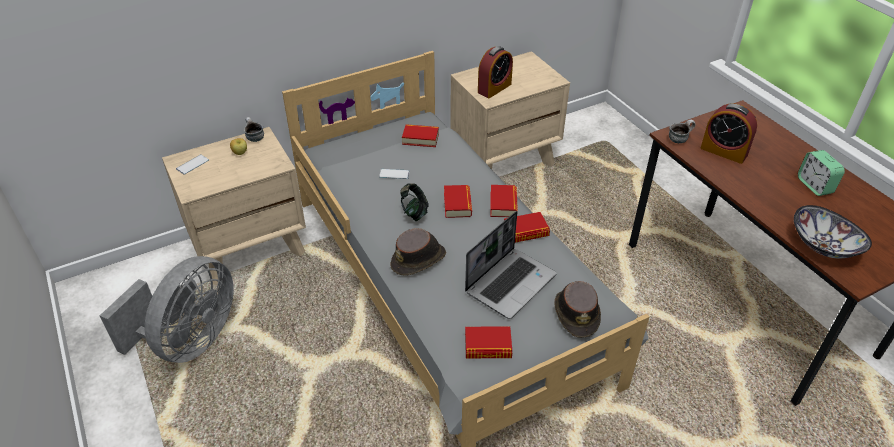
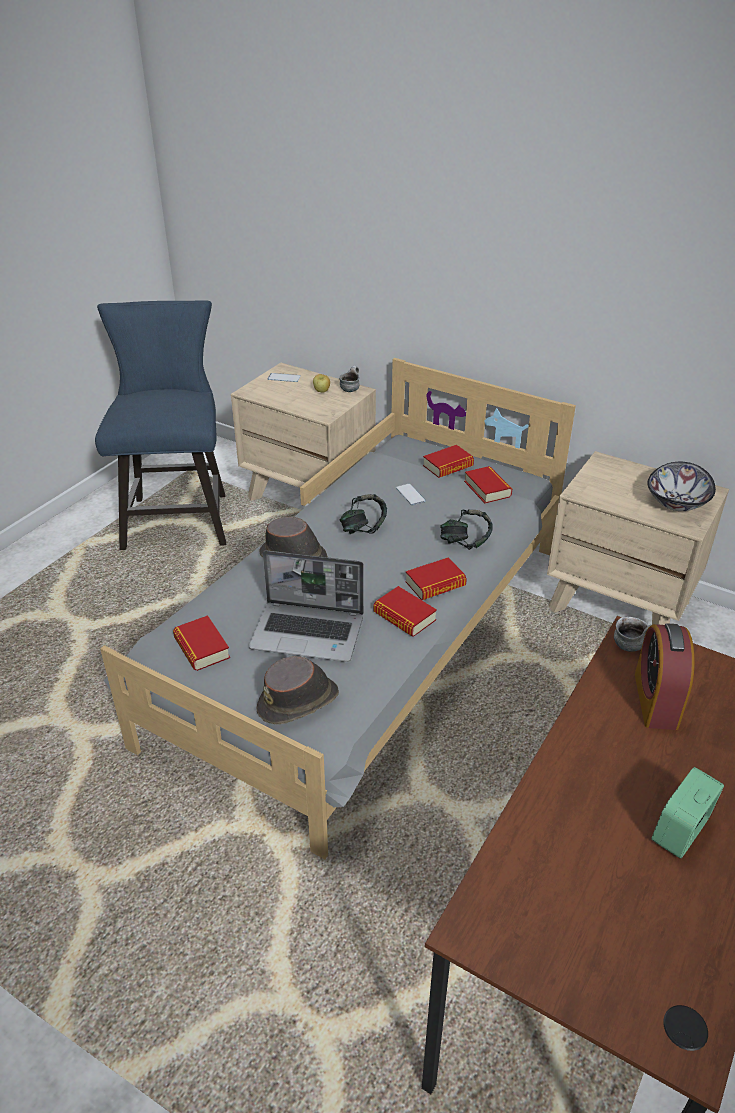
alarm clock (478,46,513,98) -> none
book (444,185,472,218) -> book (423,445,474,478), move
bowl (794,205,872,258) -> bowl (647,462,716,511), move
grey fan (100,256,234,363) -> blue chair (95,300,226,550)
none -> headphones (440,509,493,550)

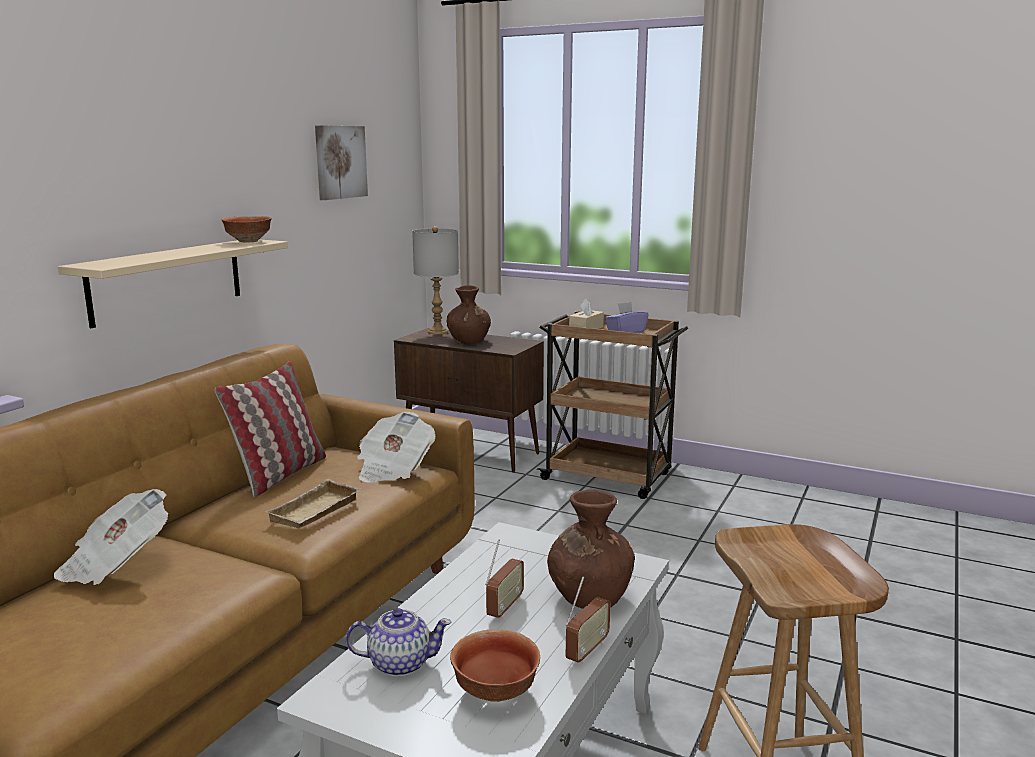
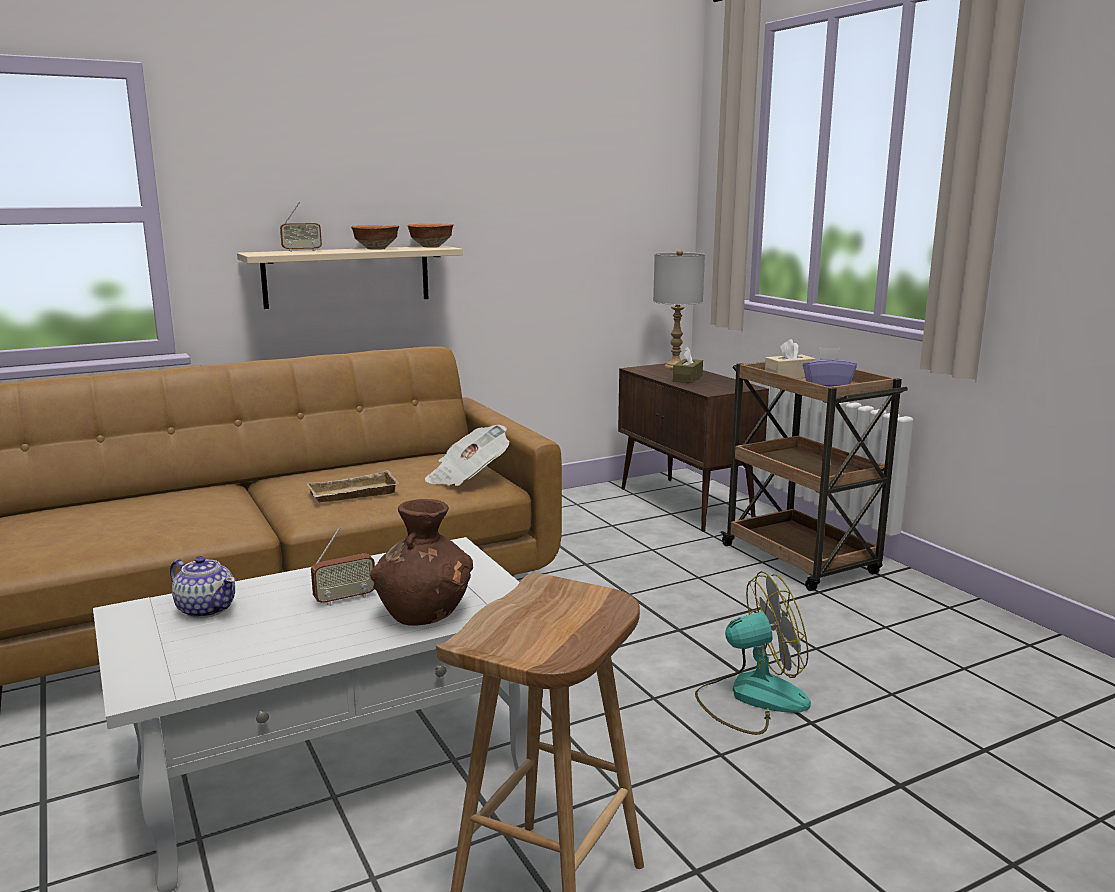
picture (315,125,368,200) -> none
brown vase (446,285,491,344) -> brown tissue box (673,347,703,383)
pillow (215,362,326,497) -> none
newspaper (54,489,168,585) -> none
radio (565,576,611,663) -> radio (280,202,322,252), move
bowl (450,629,540,702) -> bowl (351,225,399,250), move
none -> fan (695,571,811,735)

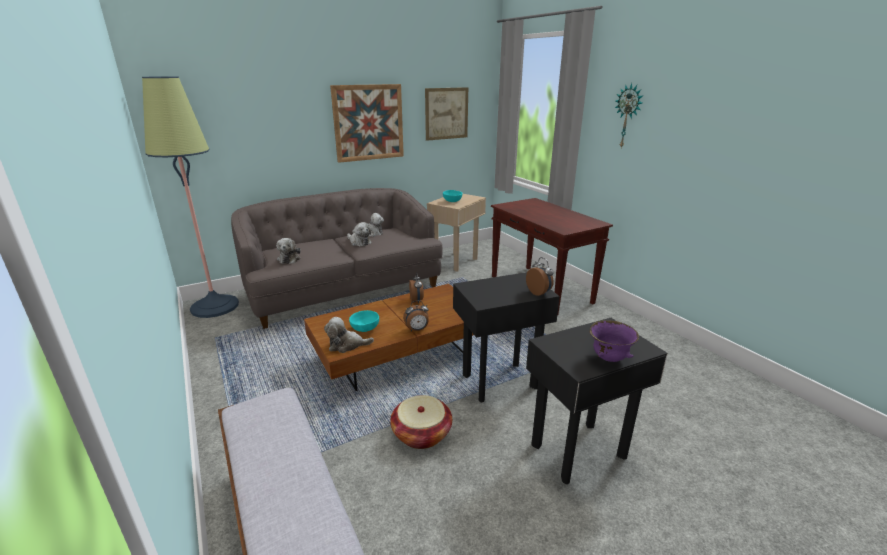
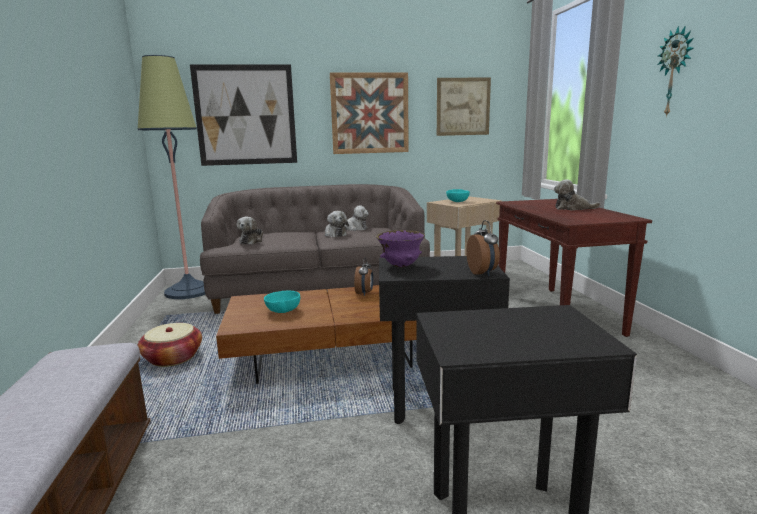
alarm clock (403,300,429,331) -> none
plush toy (324,317,374,353) -> plush toy (554,179,601,210), move
purple bowl (589,320,639,362) -> purple bowl (376,230,425,267), move
basket (390,395,452,449) -> basket (138,323,202,367), move
none -> picture (190,64,297,166)

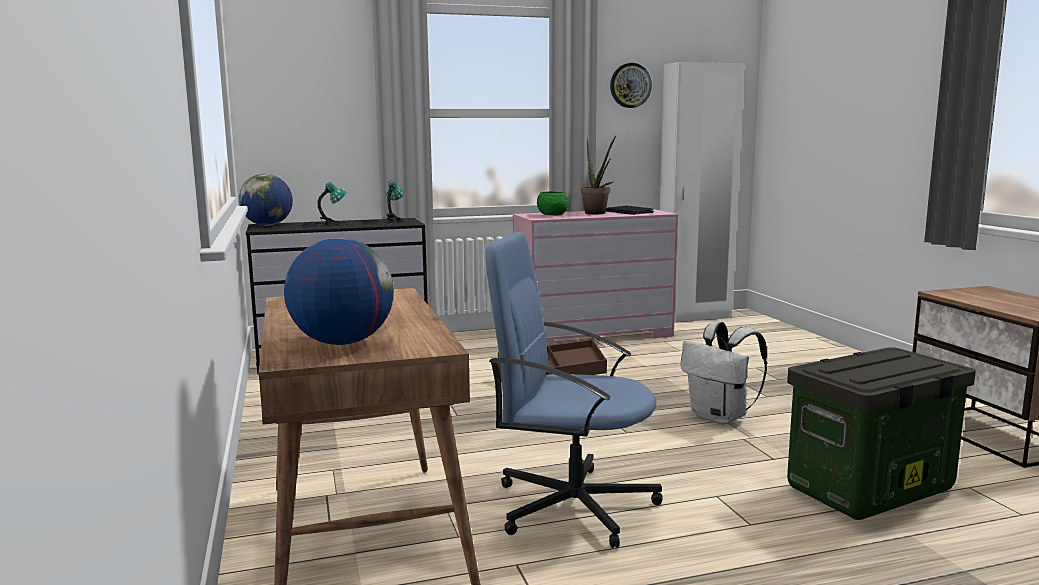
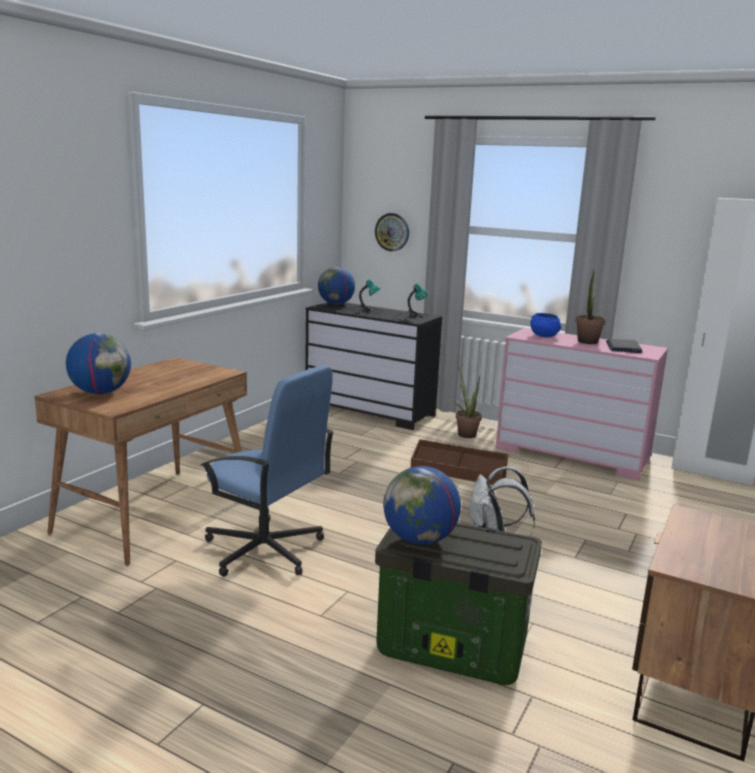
wall clock (610,63,652,108) -> wall clock (375,213,409,251), move
green bowl (537,191,568,215) -> blue bowl (530,313,561,337)
blue office chair (485,232,663,548) -> blue office chair (201,365,335,577), 150 degrees clockwise
none -> potted plant (455,363,482,438)
none -> globe (383,466,461,545)

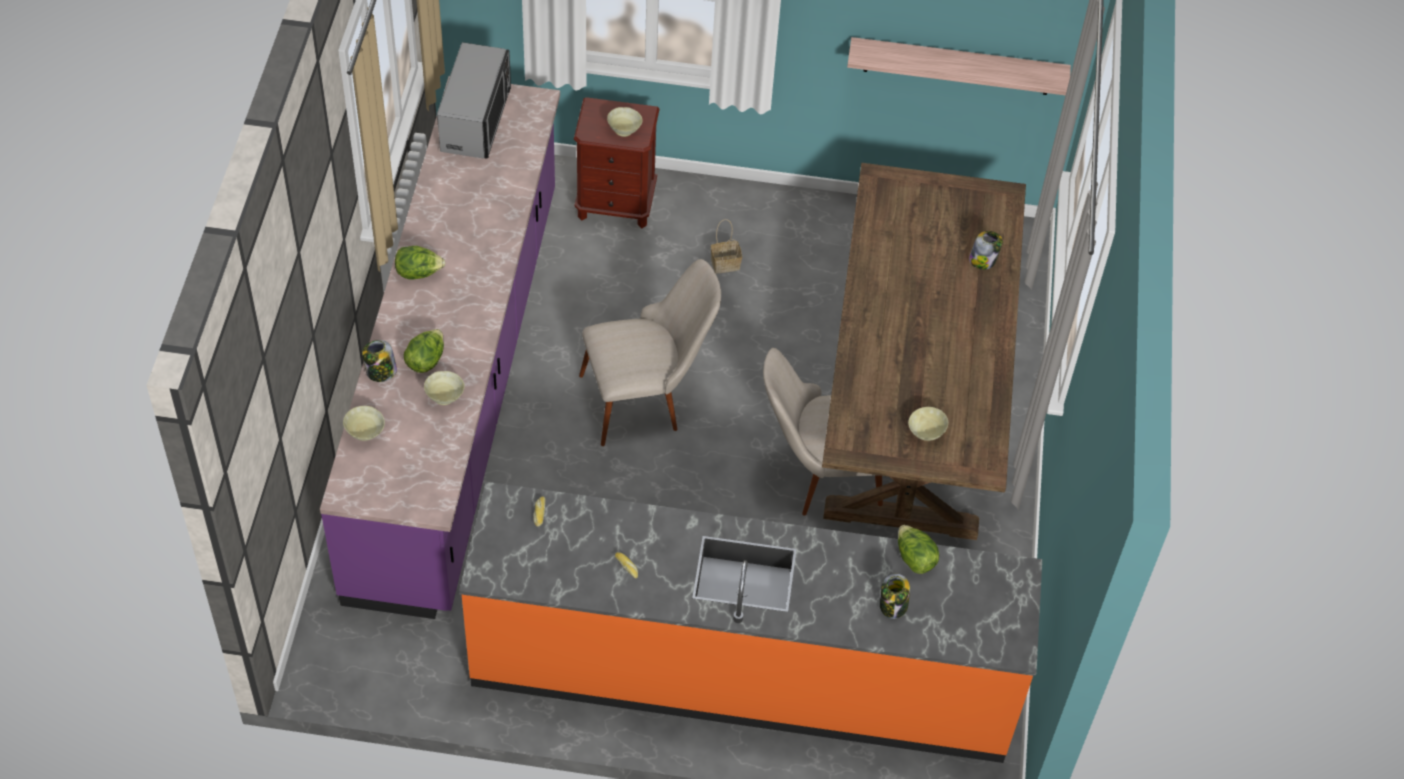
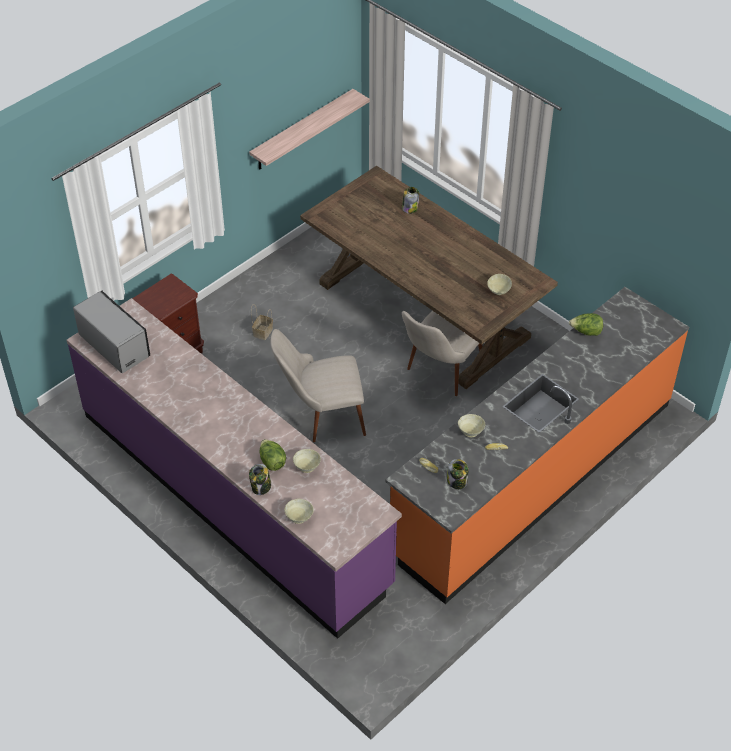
beige bowl (607,107,643,137) -> beige bowl (458,414,485,437), move
lettuce (395,246,445,280) -> none
beige chair (579,259,721,446) -> beige chair (271,329,366,442), 120 degrees counterclockwise
jar (880,574,910,619) -> jar (447,459,468,489), move

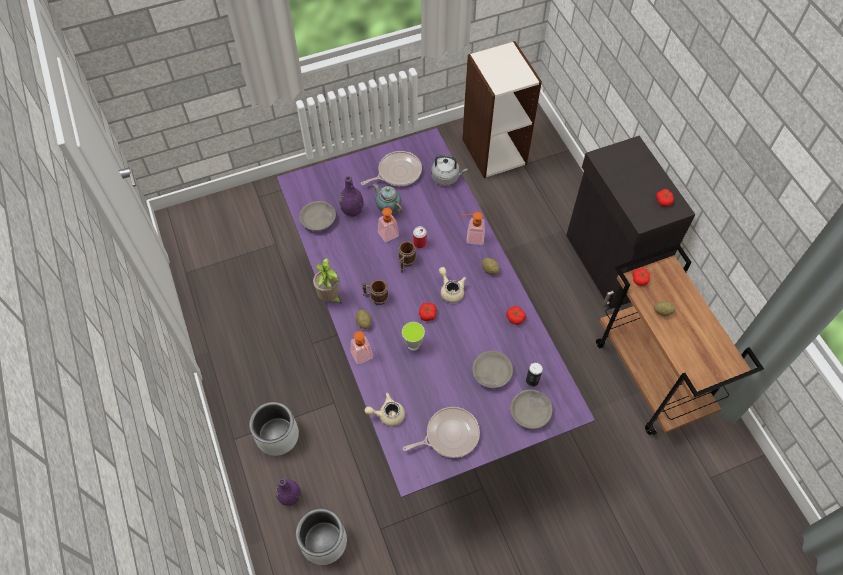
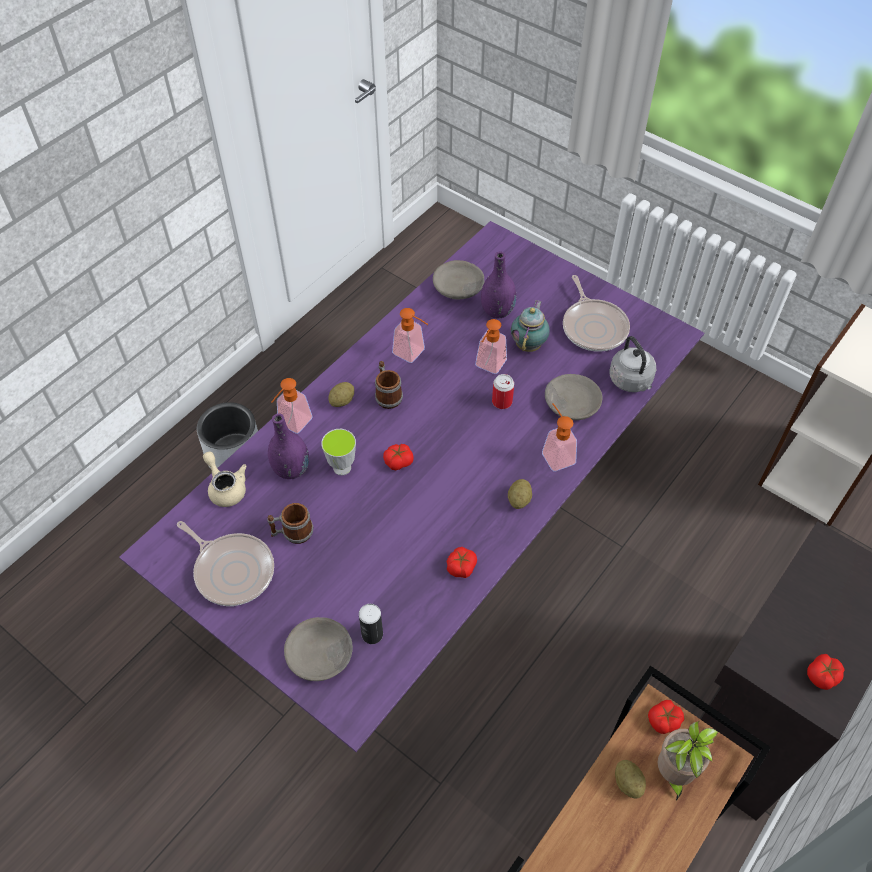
frying pan (361,151,422,186) -> frying pan (563,275,630,352), 45 degrees clockwise
mug (398,241,417,273) -> mug (267,503,314,544), move
potted plant (313,258,342,305) -> potted plant (658,721,719,800), move
beige teapot (439,267,466,303) -> none
grey bowl (472,351,513,388) -> grey bowl (545,374,602,420), move
purple vase (276,479,301,506) -> purple vase (268,413,309,479), move
grey planter (296,508,347,565) -> none
none -> soap dispenser (392,308,428,363)

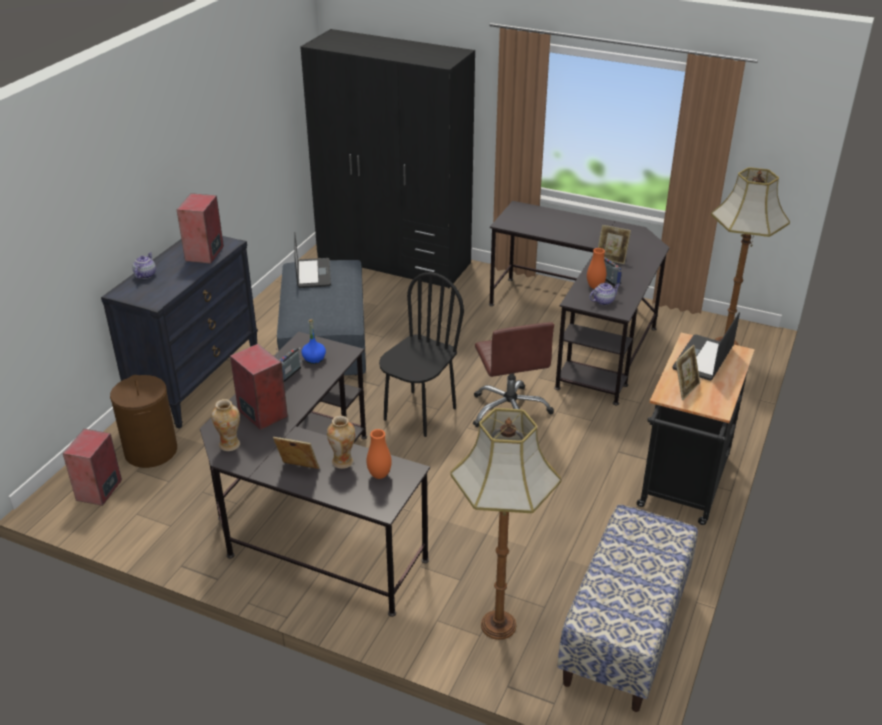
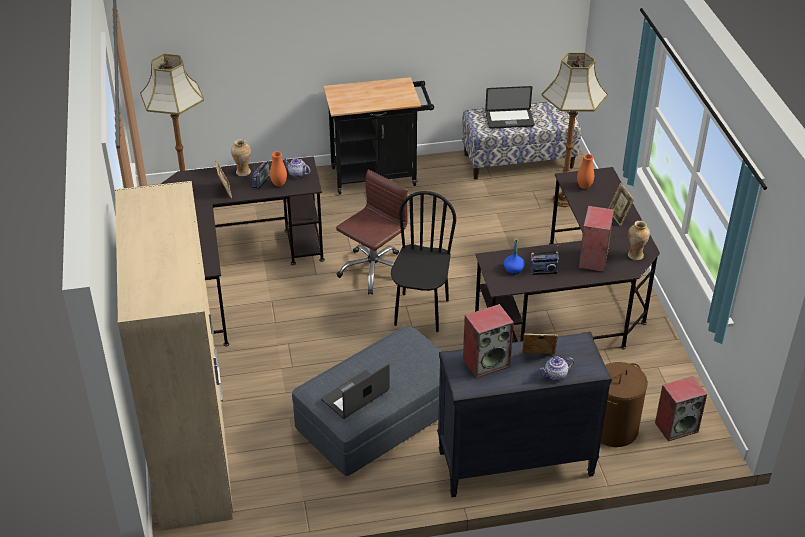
black wardrobe (301,29,475,288) -> beige wardrobe (115,181,233,531)
black chair (379,272,464,437) -> black chair (391,191,456,332), 105 degrees clockwise
laptop (673,312,740,381) -> laptop (485,86,535,129), move
picture frame (676,345,700,400) -> picture frame (522,333,558,354), move
vase (327,416,356,469) -> vase (231,139,251,176), move

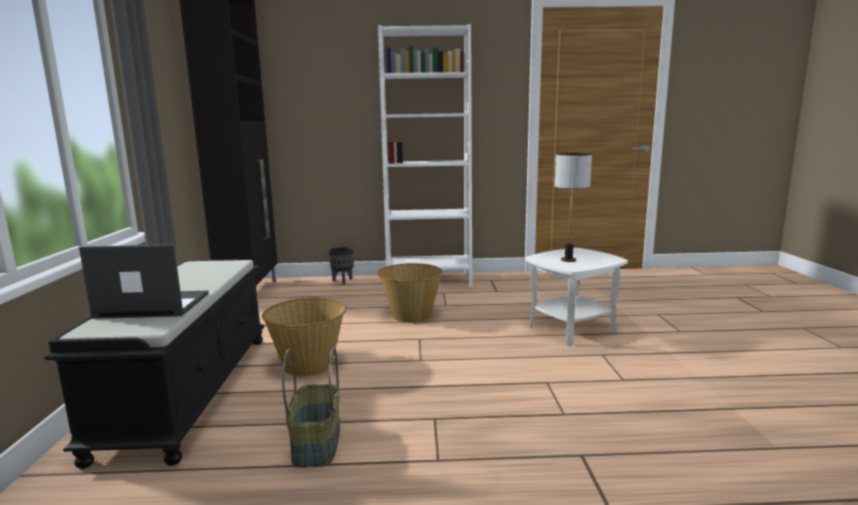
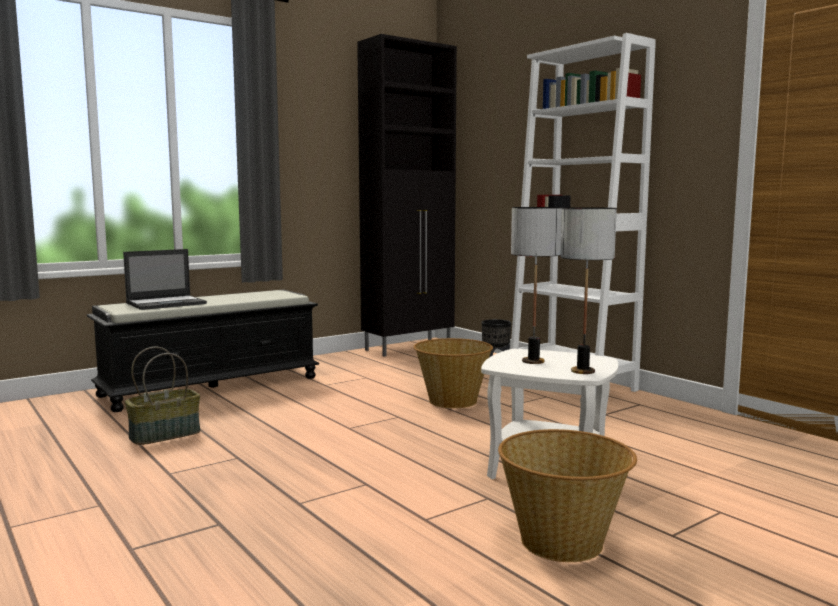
laptop (79,244,209,319) -> laptop (123,249,207,310), 90 degrees clockwise
basket (262,298,347,376) -> basket (498,429,637,562), move
none -> table lamp (560,207,617,374)

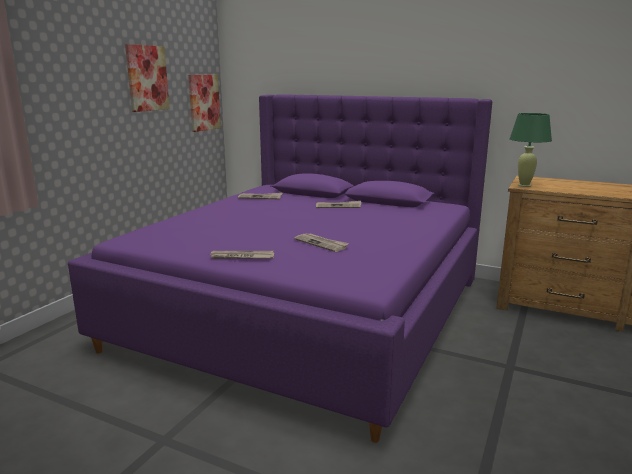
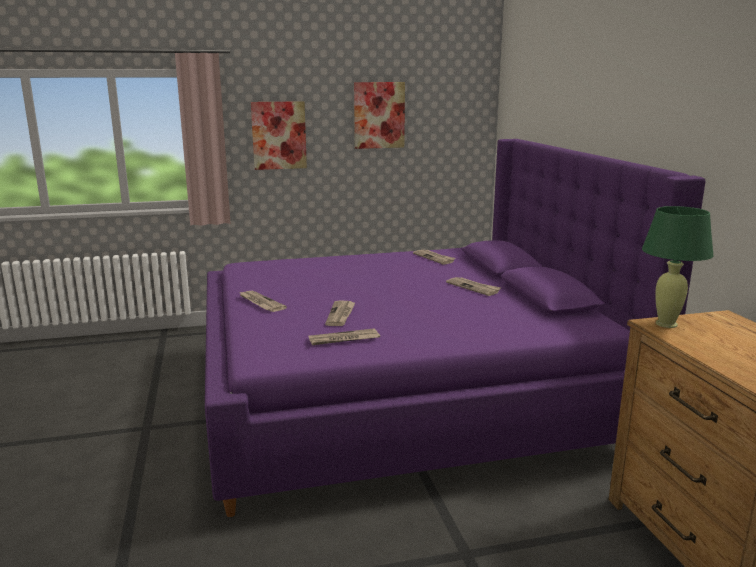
picture (188,75,221,132) -> picture (251,101,307,170), move
none -> newspaper (309,328,380,345)

